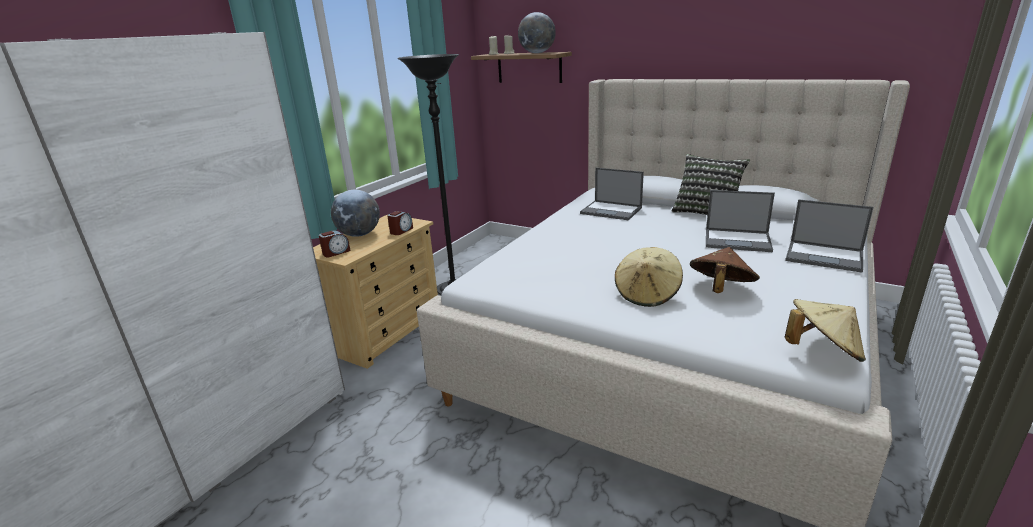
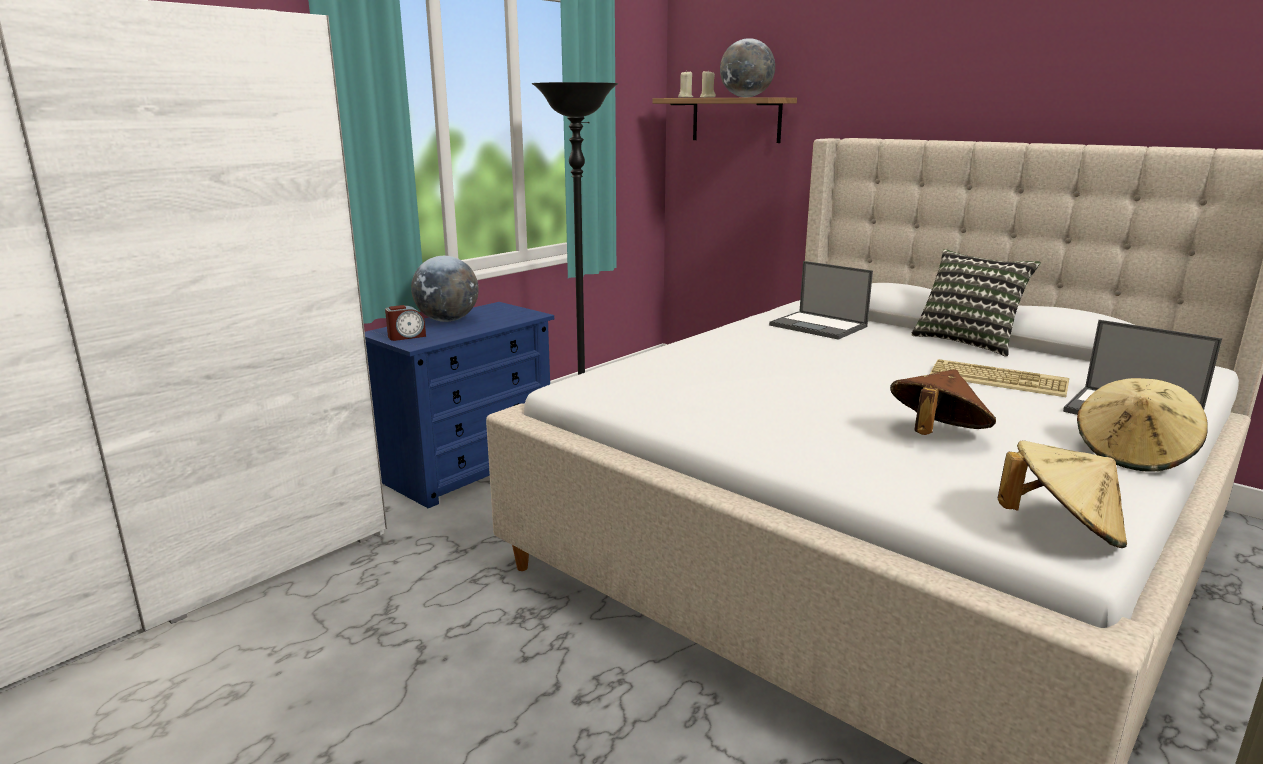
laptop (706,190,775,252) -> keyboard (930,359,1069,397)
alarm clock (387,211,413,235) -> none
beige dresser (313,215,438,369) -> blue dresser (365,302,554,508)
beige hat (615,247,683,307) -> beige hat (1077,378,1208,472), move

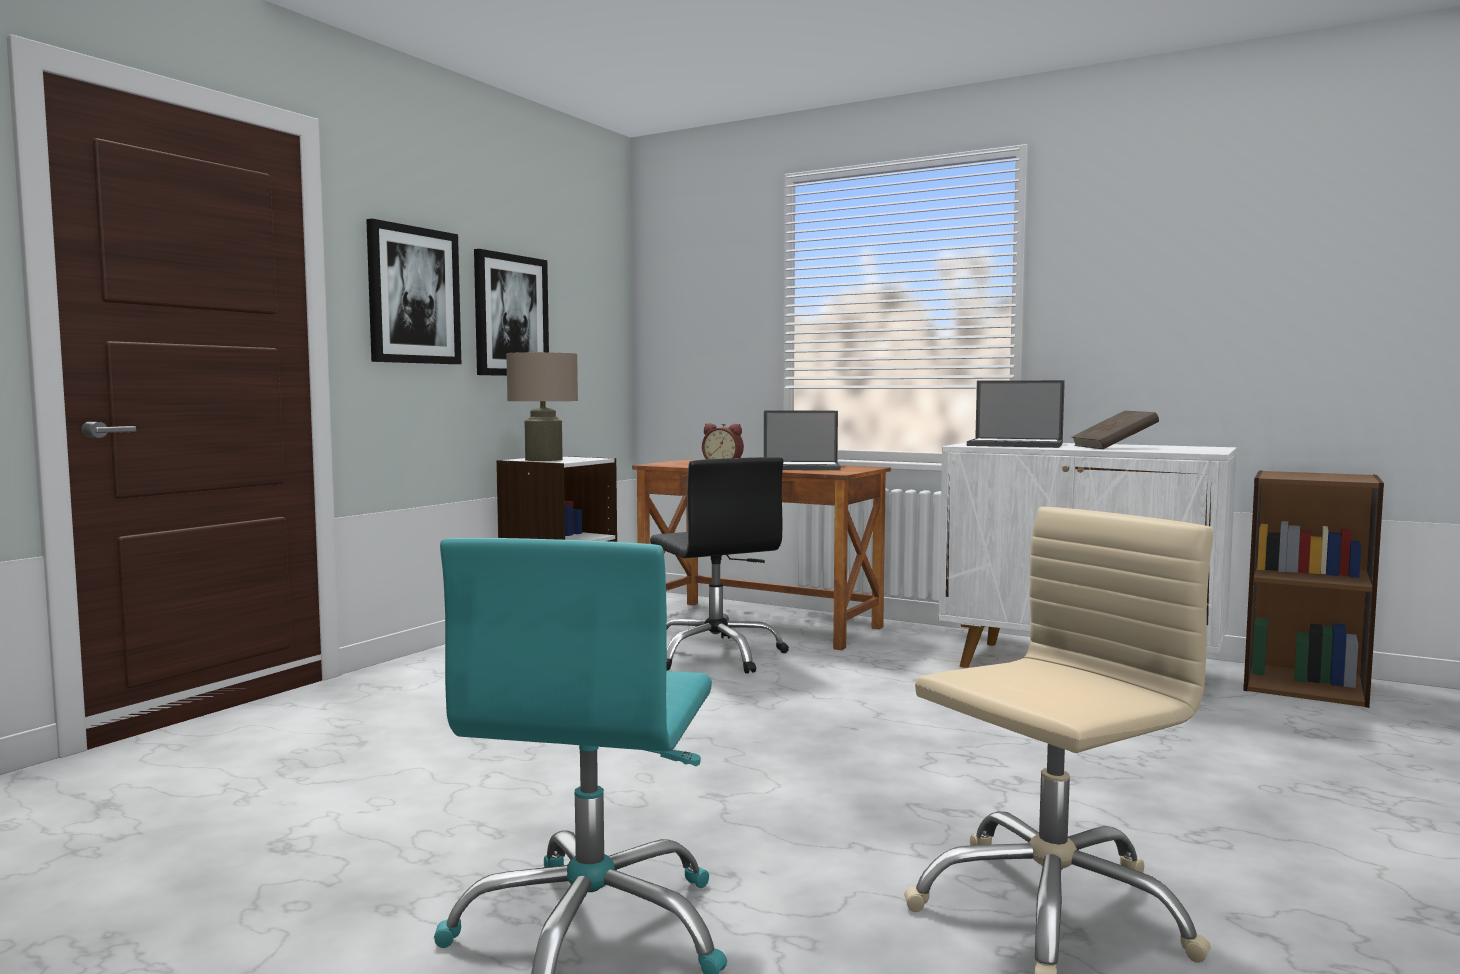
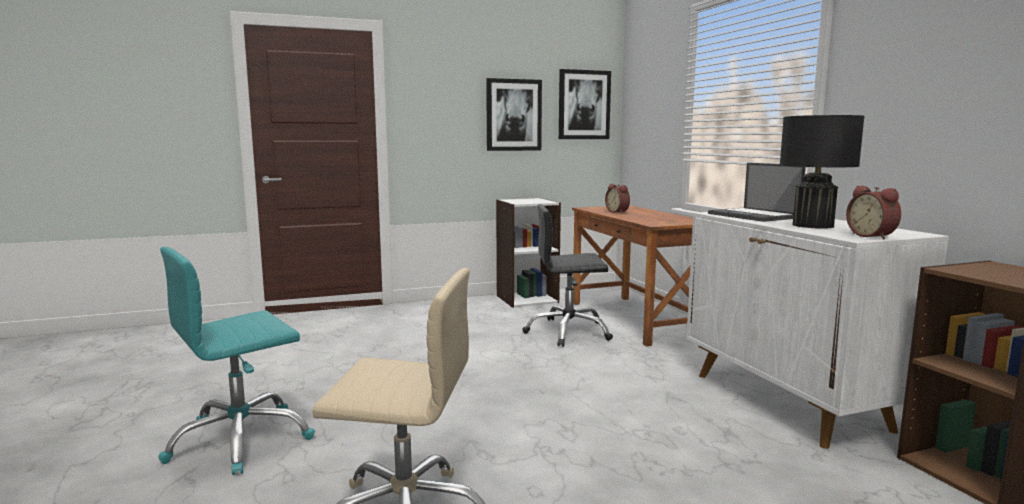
picture (366,219,461,364) -> picture (559,69,611,139), move
beige table lamp (506,352,578,461) -> none
laptop (764,411,841,470) -> none
brown book (1072,411,1159,449) -> black table lamp (780,115,865,229)
black office chair (650,457,789,674) -> black office chair (522,204,613,347), 75 degrees clockwise
none -> alarm clock (846,185,901,239)

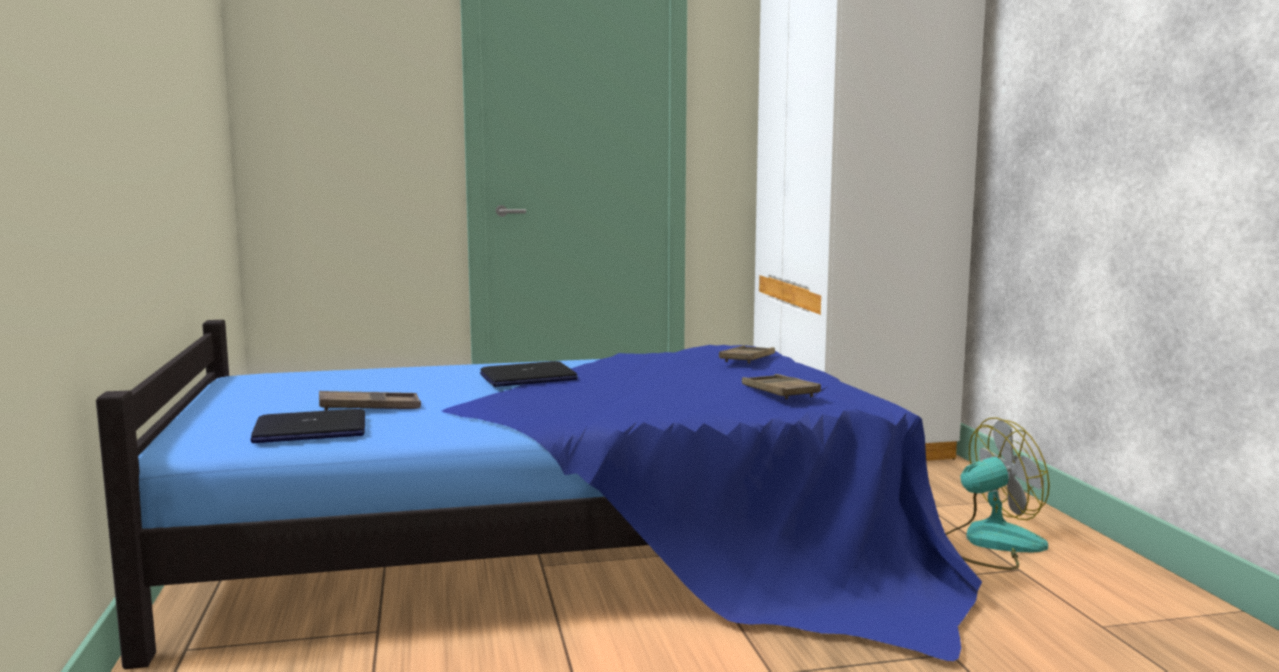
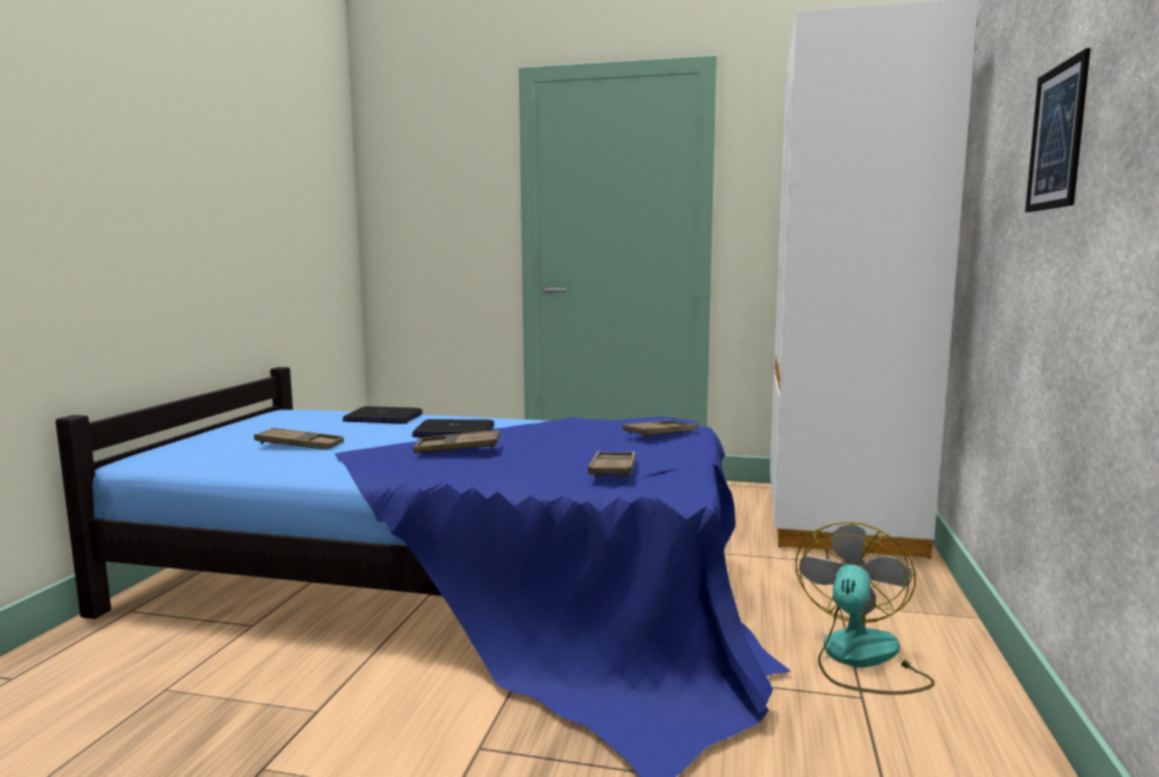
laptop (250,409,365,443) -> laptop (342,406,423,424), move
fan (945,417,1050,570) -> fan (795,522,935,695), 75 degrees counterclockwise
none -> picture (1025,48,1091,212)
none -> brown tray (413,430,500,453)

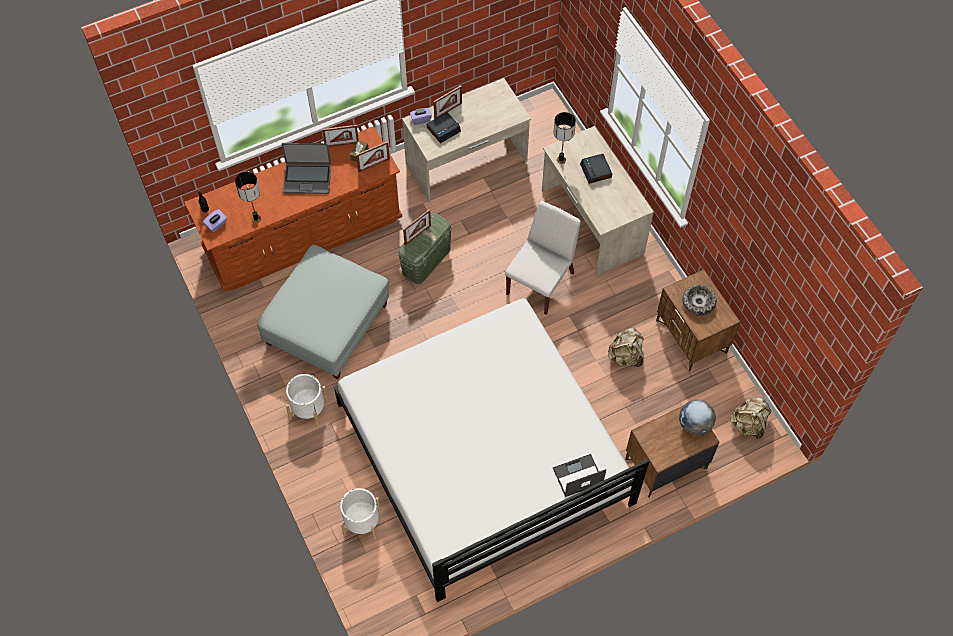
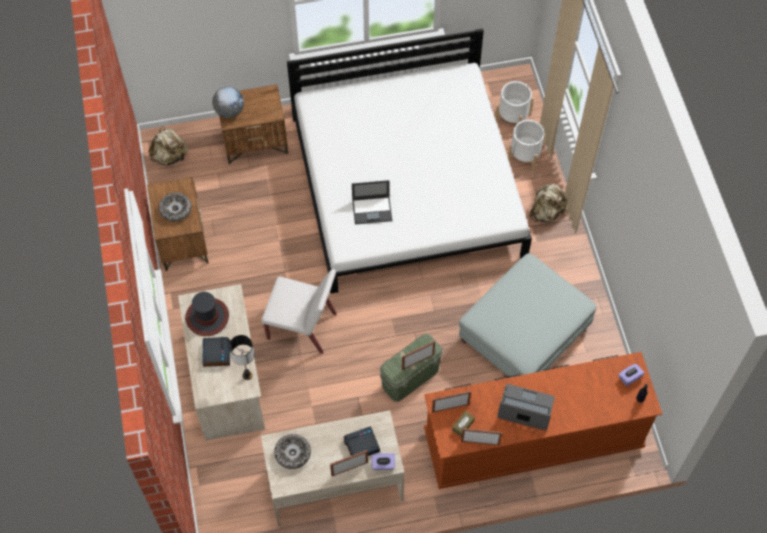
table lamp (235,172,261,223) -> none
white chair (505,201,581,315) -> white chair (262,269,337,354), 120 degrees counterclockwise
beige backpack (608,327,644,368) -> beige backpack (529,183,567,222), move
white planter (285,374,328,427) -> white planter (495,81,534,124), move
laptop (553,454,606,497) -> laptop (352,180,392,224), move
none -> hat (185,292,229,336)
none -> bowl (274,434,311,469)

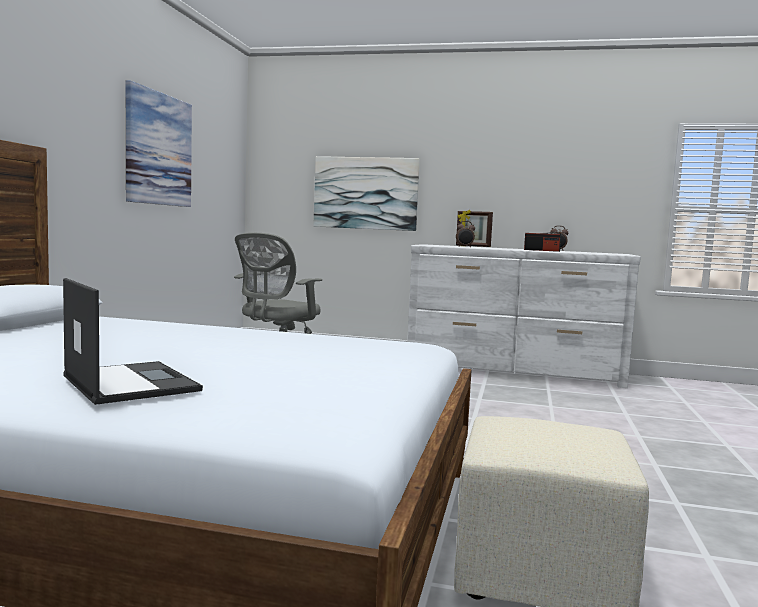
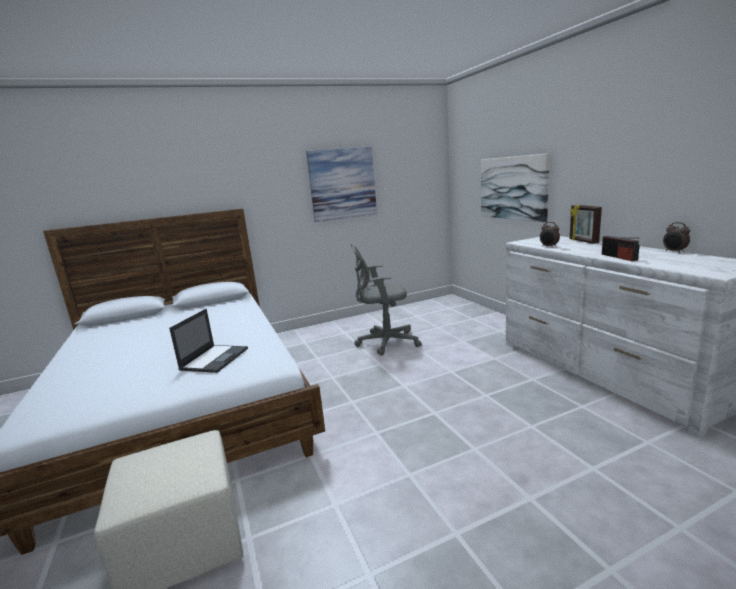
laptop (63,278,203,405) -> laptop (169,309,248,373), move

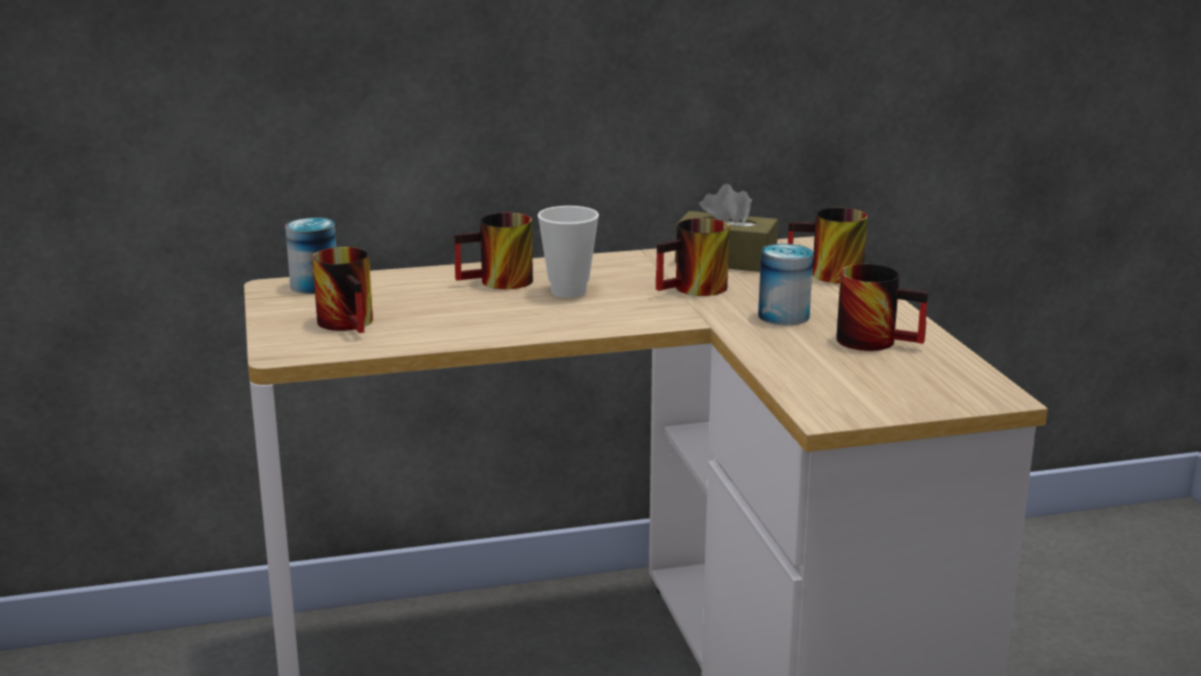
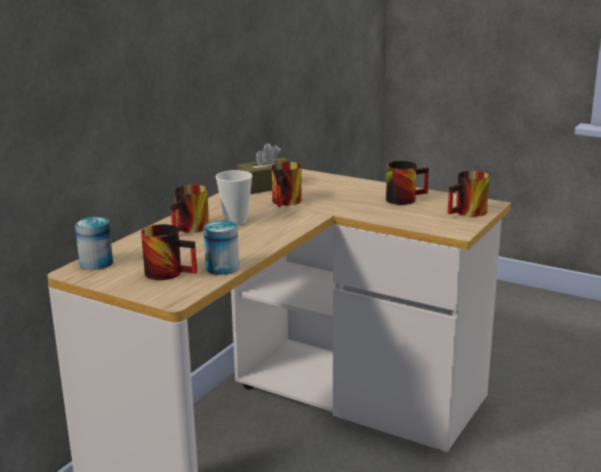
mug (788,208,868,284) -> mug (447,171,490,217), move
can (758,244,813,325) -> can (203,221,239,275), move

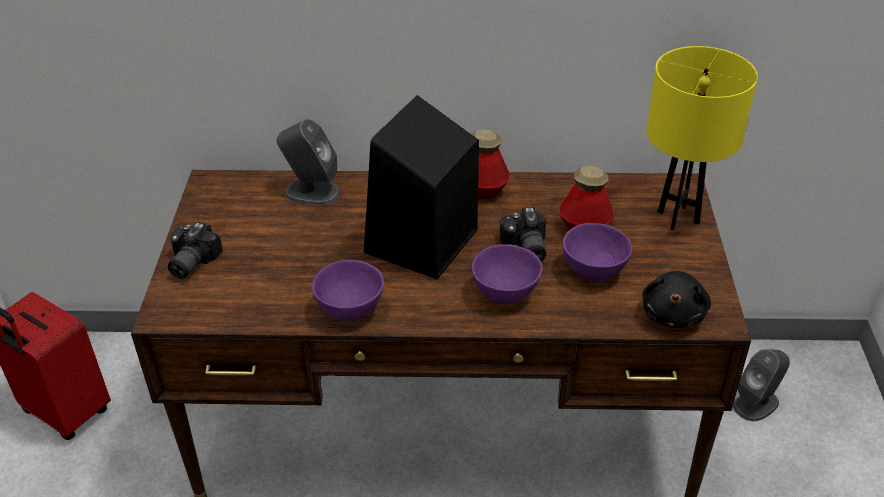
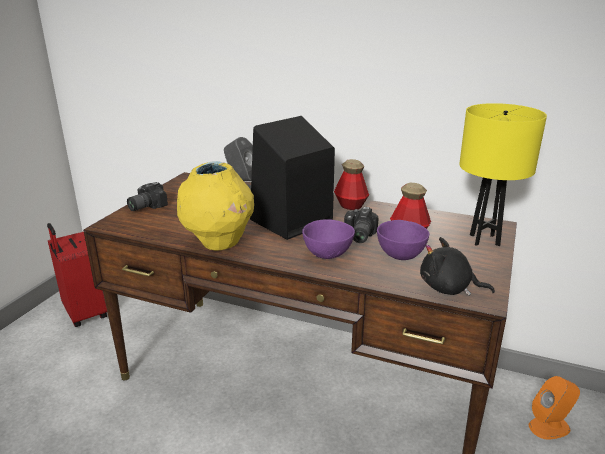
purple bowl (312,260,384,321) -> yellow vase (177,161,254,251)
black plush toy (642,271,711,328) -> black plush toy (420,237,495,296), 75 degrees clockwise
grey speaker (733,349,790,421) -> orange speaker (529,376,580,439)

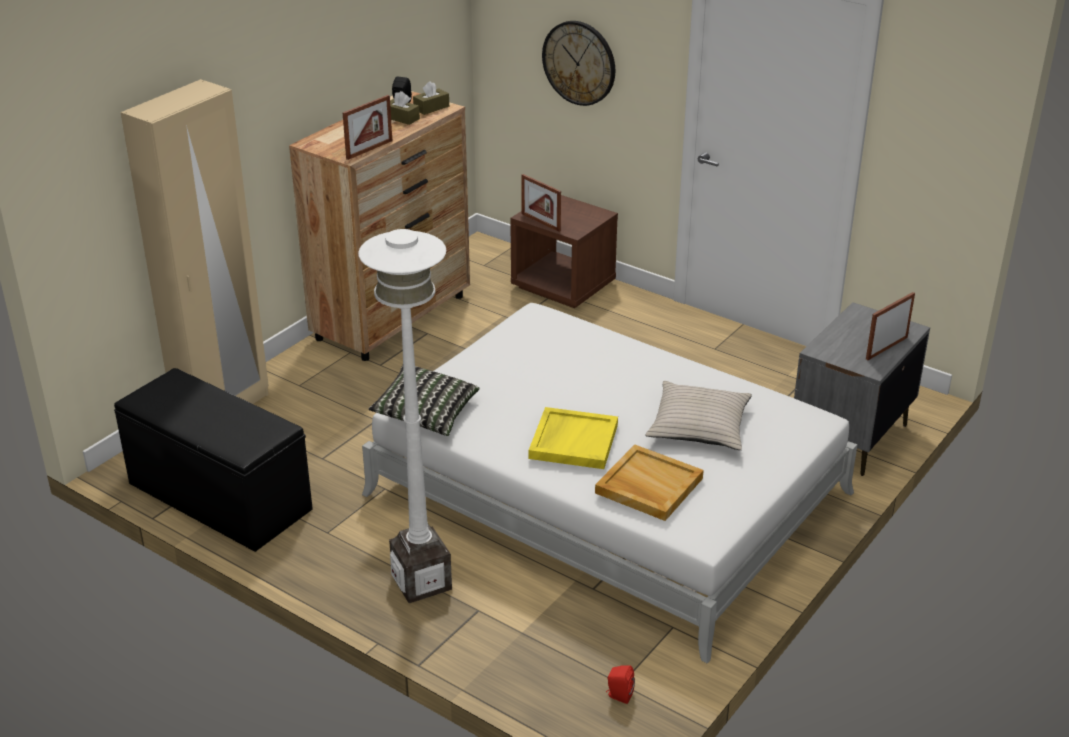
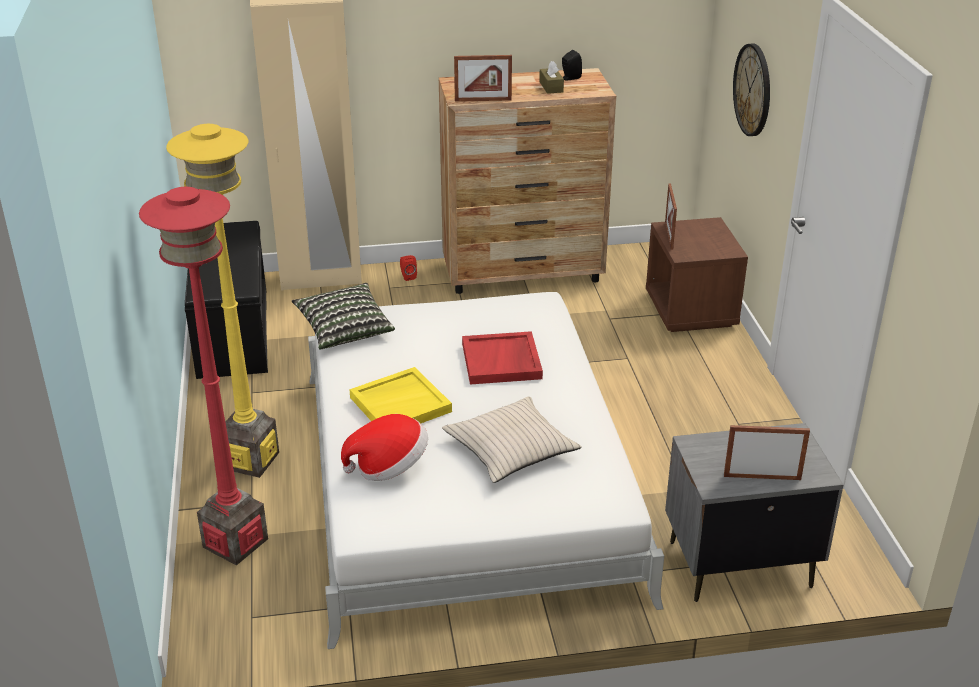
brown tissue box (413,81,449,115) -> none
white floor lamp (358,229,452,603) -> yellow floor lamp (166,124,279,478)
beige tray (595,445,704,521) -> hat (341,414,428,481)
red speaker (606,665,635,704) -> red speaker (400,255,417,281), move
none -> red floor lamp (139,187,268,565)
none -> red tray (462,331,543,384)

